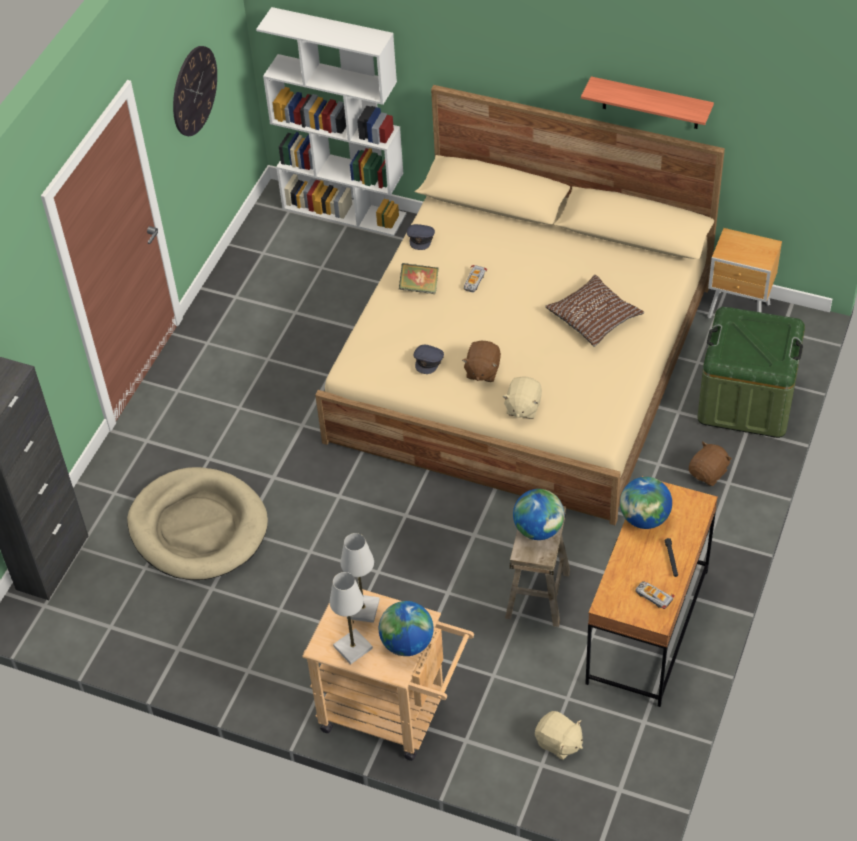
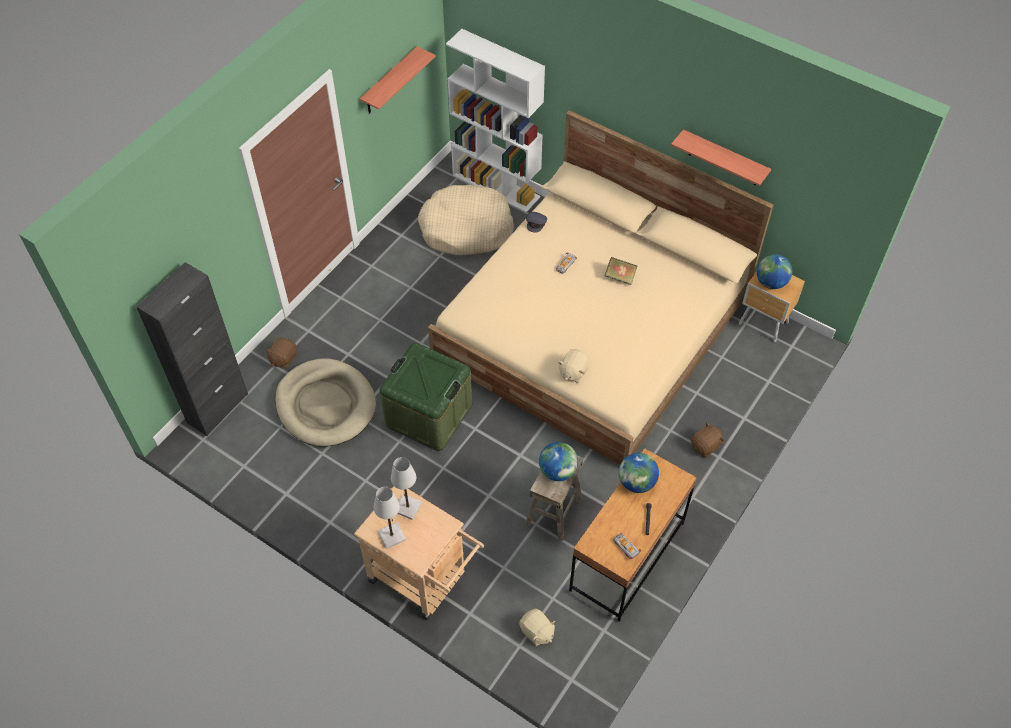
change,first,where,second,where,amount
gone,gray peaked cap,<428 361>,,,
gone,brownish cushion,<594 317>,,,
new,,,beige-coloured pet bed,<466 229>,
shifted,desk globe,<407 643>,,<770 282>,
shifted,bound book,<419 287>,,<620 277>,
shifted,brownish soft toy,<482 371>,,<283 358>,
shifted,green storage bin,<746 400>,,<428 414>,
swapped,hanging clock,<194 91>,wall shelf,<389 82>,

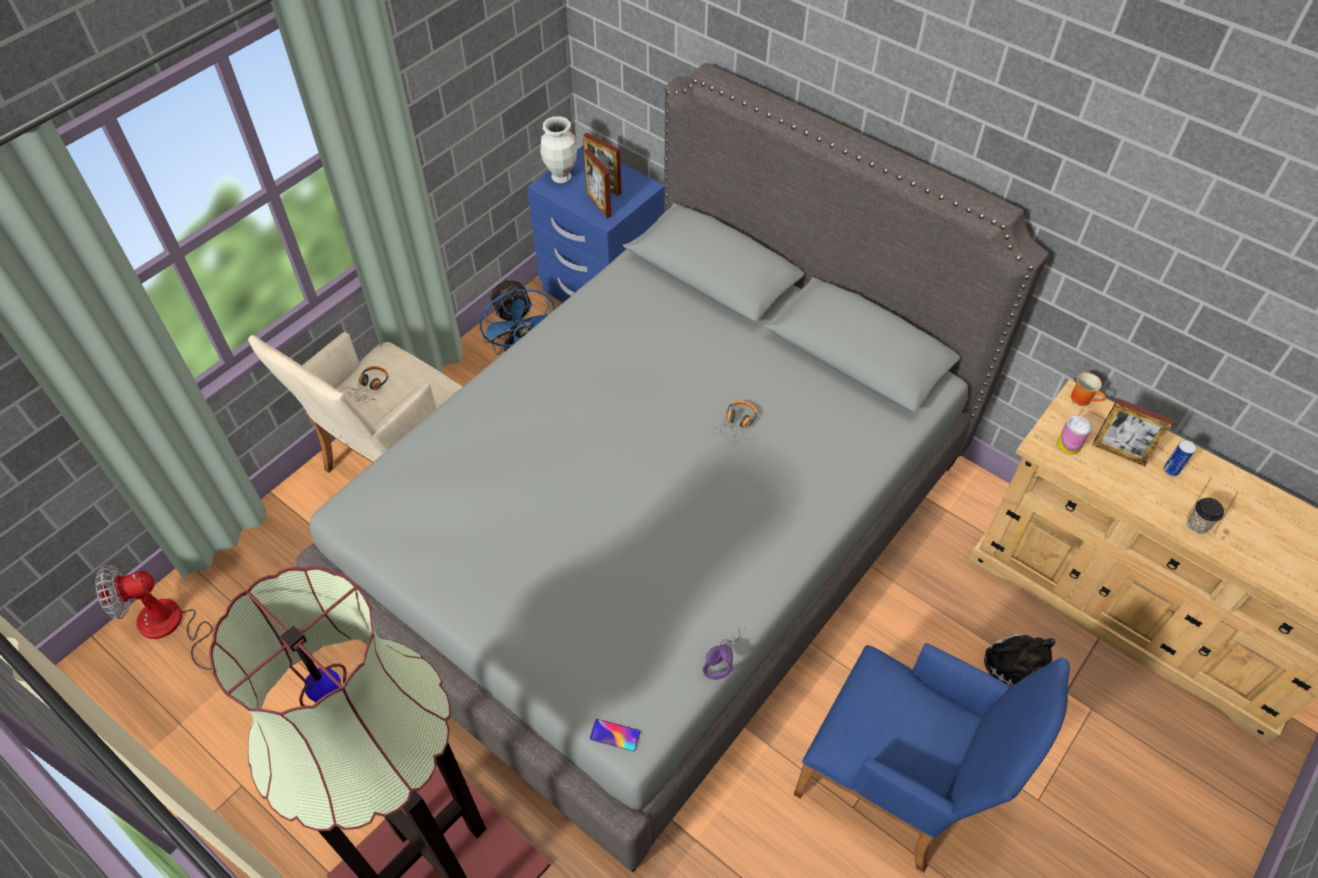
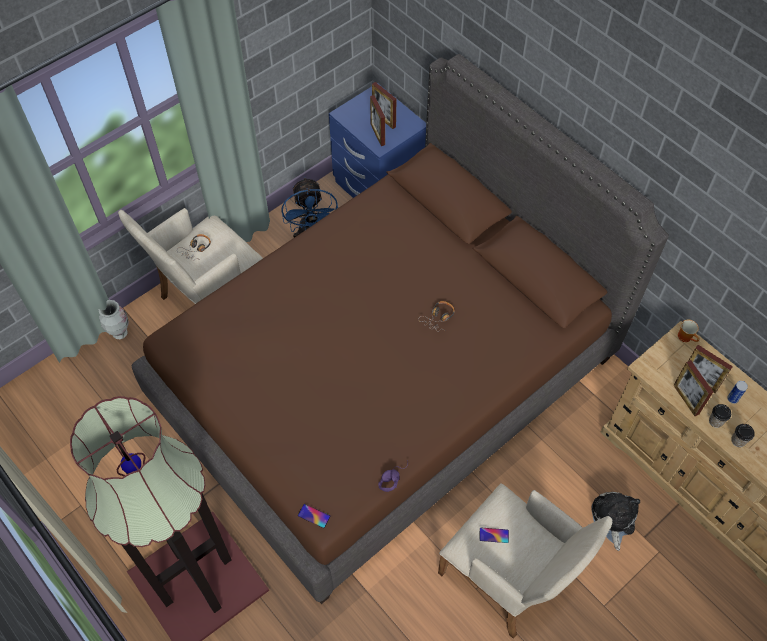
change,first,where,second,where,amount
gone,fan,<171 628>,,,
gone,sealed can,<1068 444>,,,
new,,,phone,<494 535>,
new,,,picture frame,<686 399>,
new,,,cup,<715 421>,
shifted,flower vase,<561 177>,,<120 333>,
repainted,gray bedroom bed,<659 534>,brownish bedroom bed,<384 380>,
repainted,bluish lounge chair,<896 784>,beige-coloured lounge chair,<509 579>,

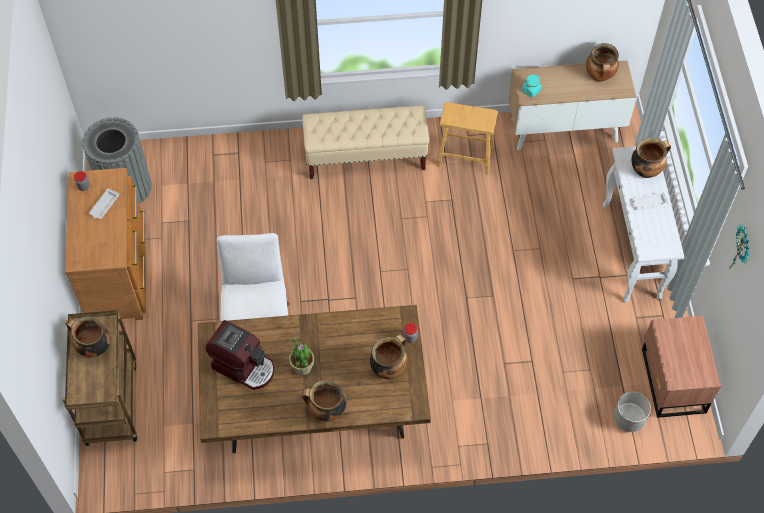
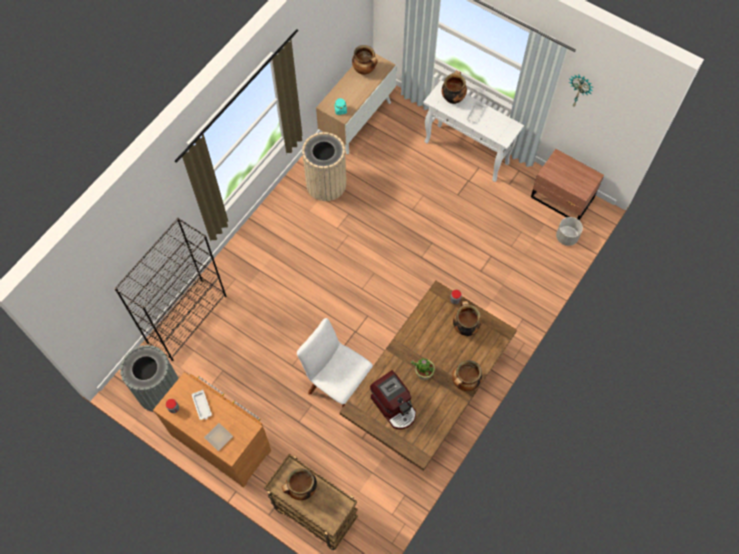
change,first,where,second,where,amount
gone,beige-coloured indoor bench,<366 157>,,,
new,,,blackish shelving unit,<187 318>,
new,,,dinner plate,<218 438>,
swapped,brownish stool,<465 156>,beige-coloured rubbish bin,<326 184>,
rotated,coffee machine,<244 366>,,<394 406>,75 degrees clockwise

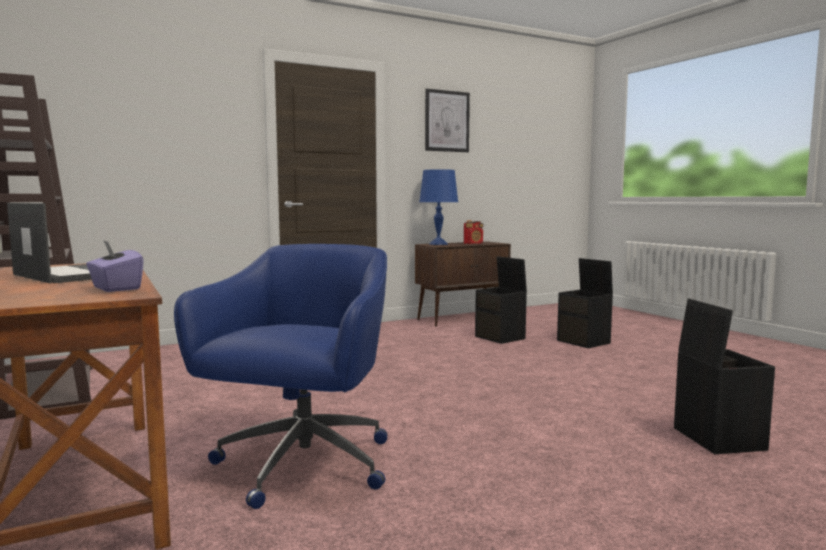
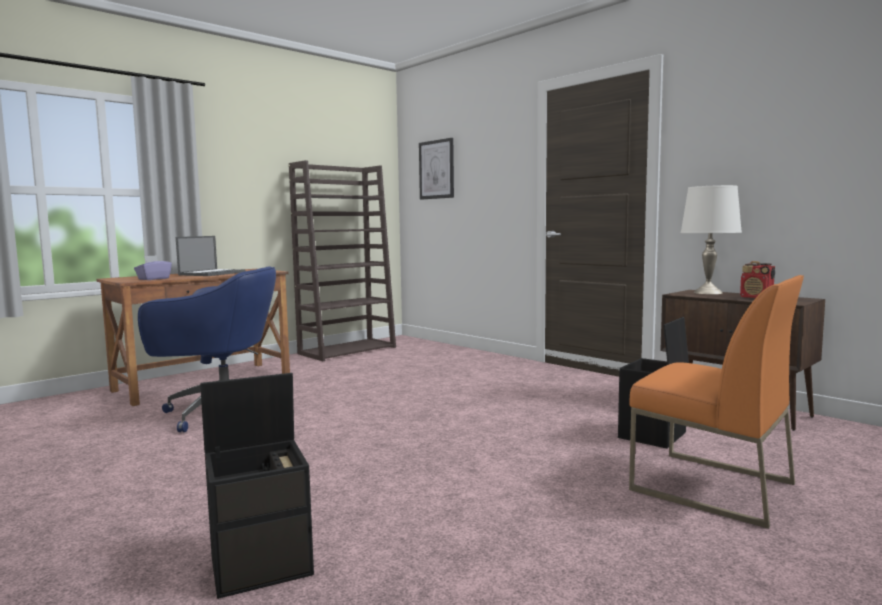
change,first,where,second,where,amount
shifted,picture,<447 121>,,<436 169>,
swapped,blackish storage bin,<584 342>,orange upright chair,<710 487>,
repainted,bluish table lamp,<438 244>,whitish table lamp,<707 292>,

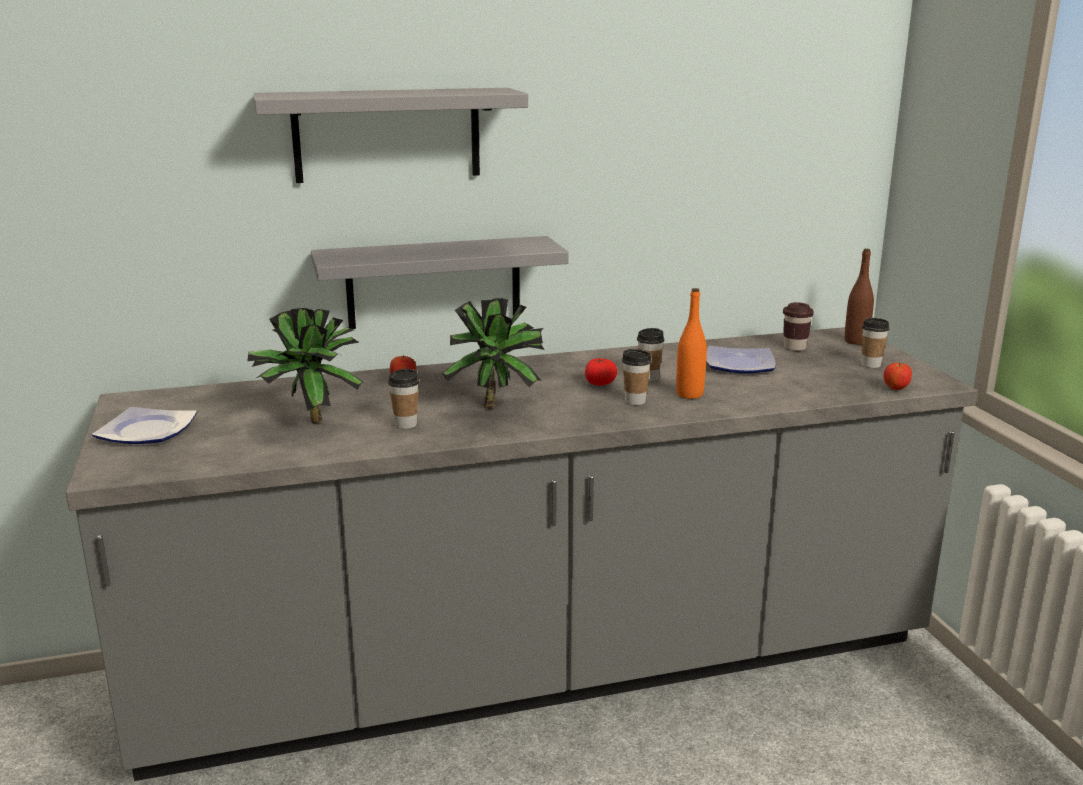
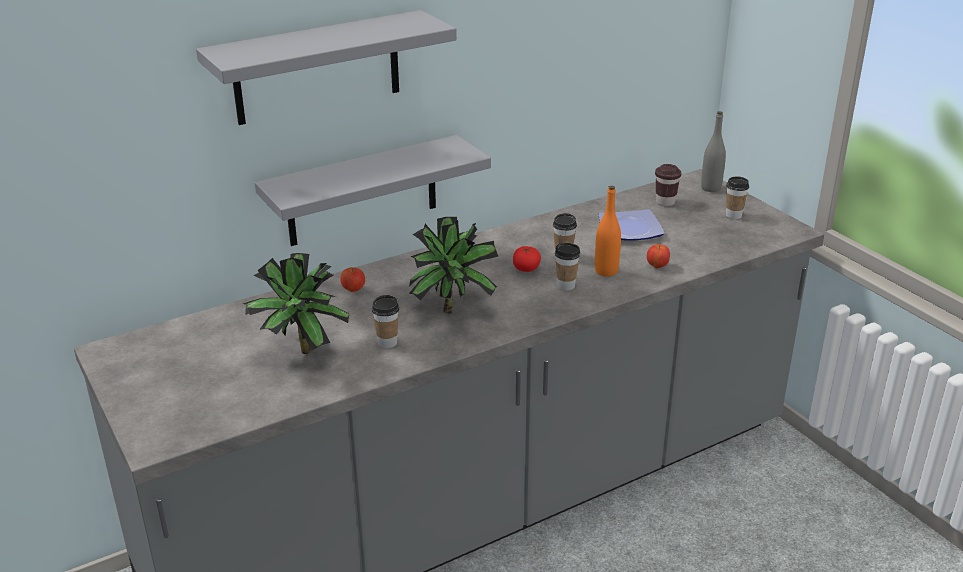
change,first,where,second,where,amount
gone,dinner plate,<147 432>,,,
shifted,apple,<896 389>,,<657 266>,
repainted,brownish drink bottle,<856 341>,gray drink bottle,<711 188>,

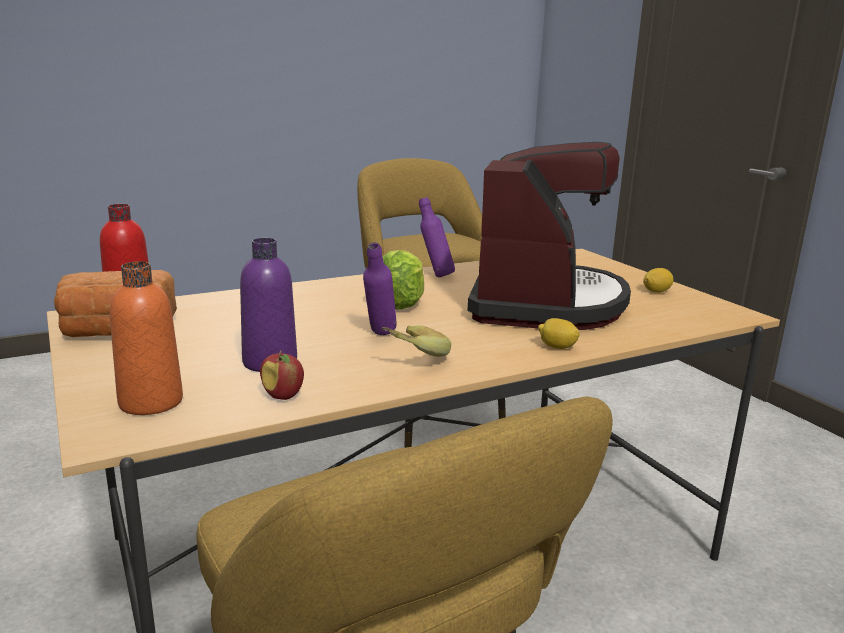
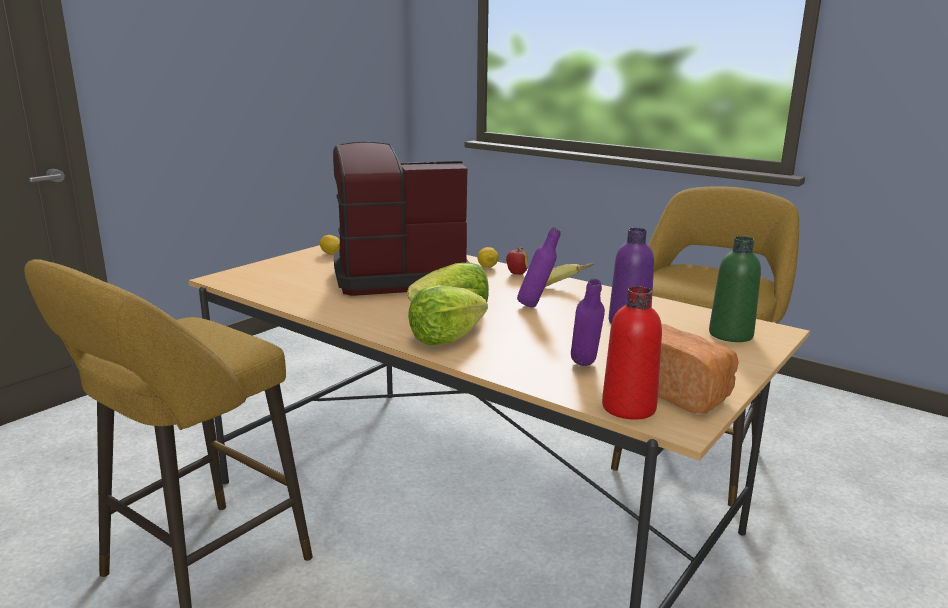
change,first,where,second,where,amount
new,,,lettuce,<445 338>,
shifted,apple,<283 396>,,<516 274>,
shifted,purple drink bottle,<435 276>,,<585 367>,
repainted,orange drink bottle,<151 402>,green drink bottle,<730 335>,

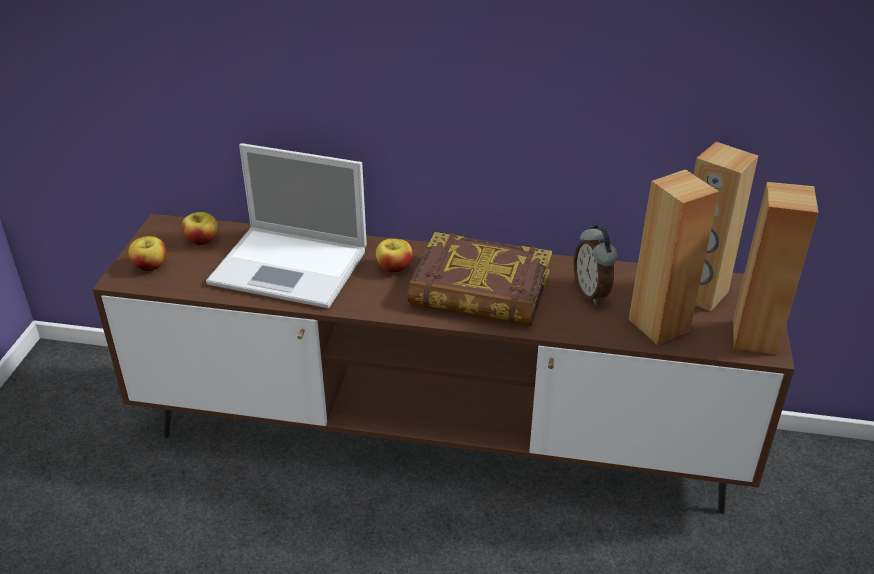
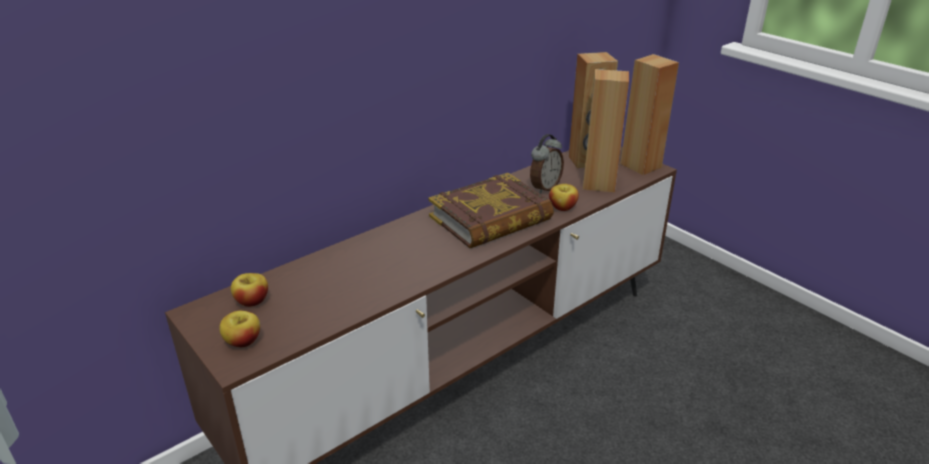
change,first,where,second,where,amount
gone,notebook computer,<292 267>,,,
shifted,apple,<394 267>,,<562 207>,
rotated,bedside clock,<592 293>,,<544 187>,75 degrees counterclockwise

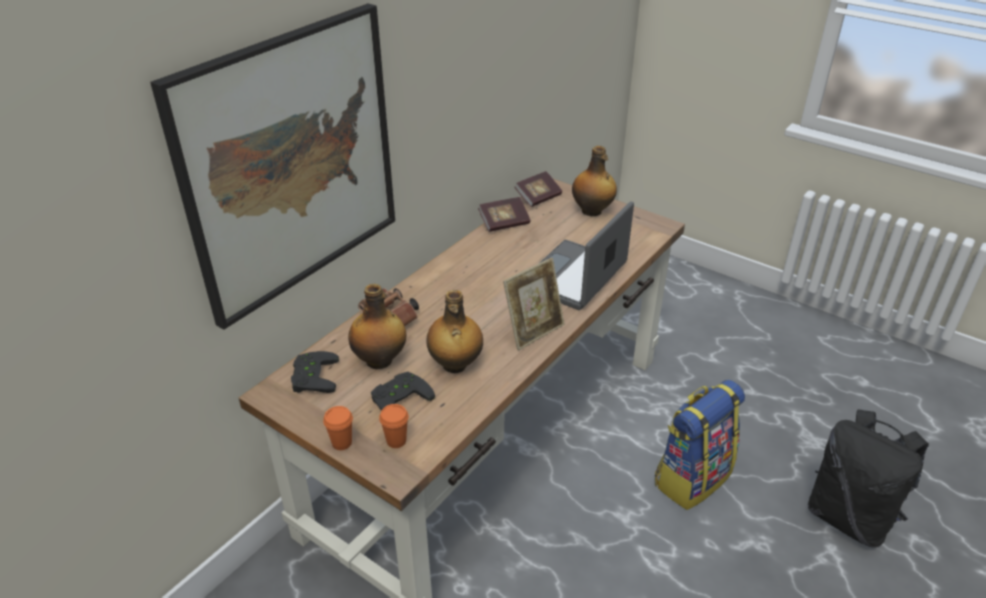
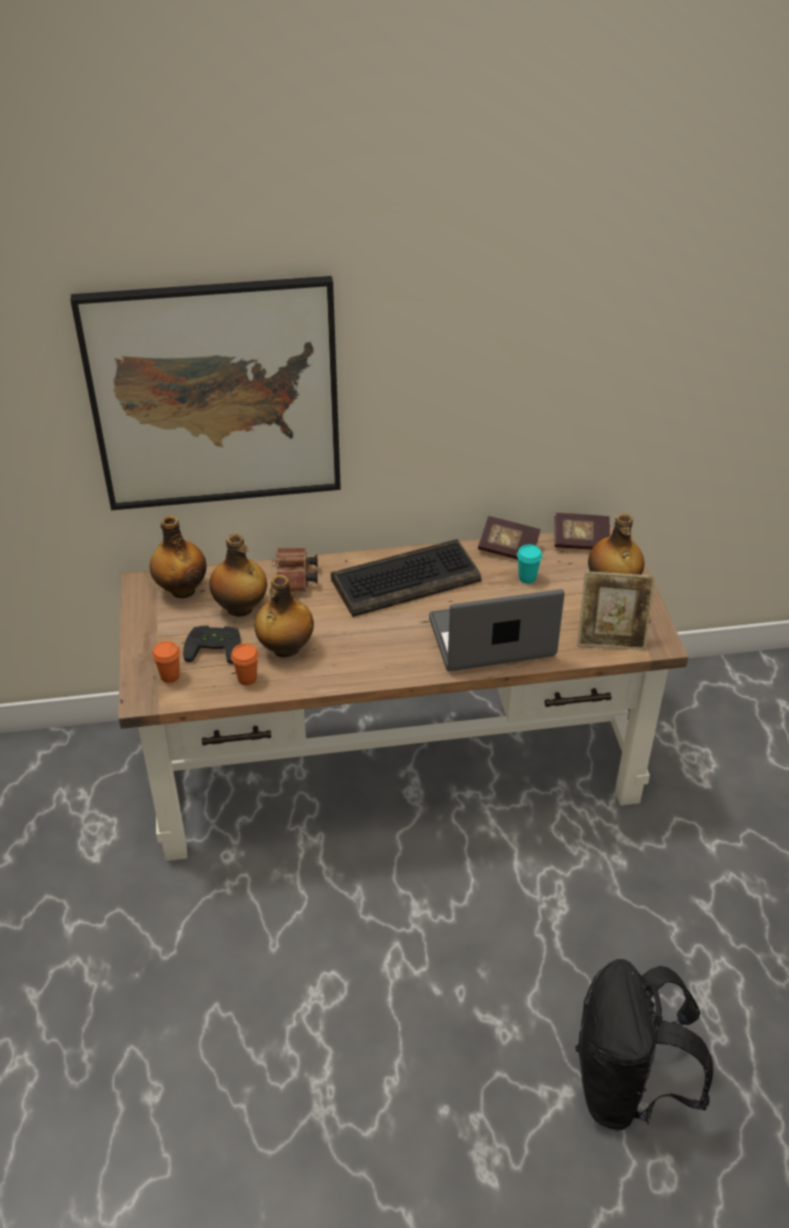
change,first,where,second,where,amount
gone,knapsack,<692 477>,,,
new,,,keyboard,<406 579>,
new,,,blue-green cup,<527 578>,
shifted,orange cup,<342 443>,,<247 678>,
shifted,picture frame,<534 331>,,<611 639>,
swapped,blackish game controller,<311 376>,drink bottle,<182 589>,

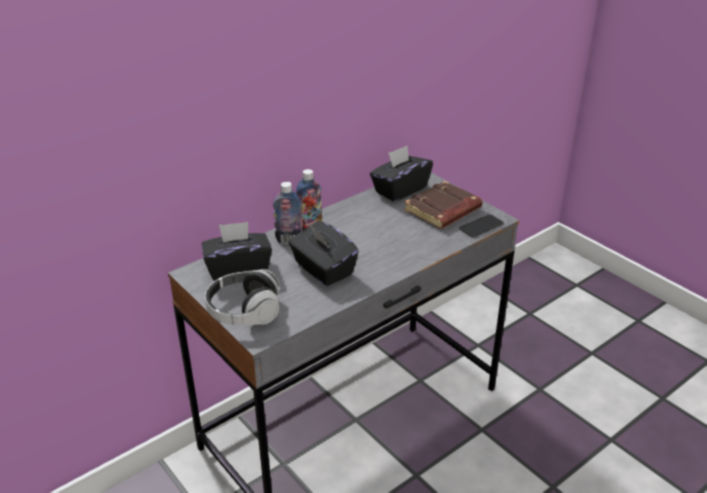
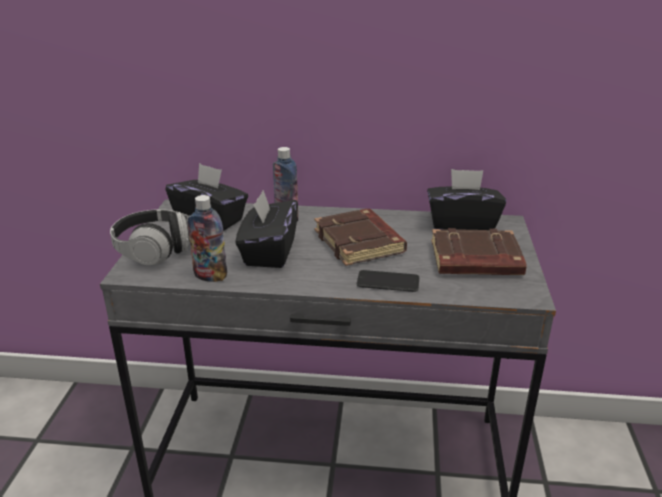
change,first,where,second,where,amount
new,,,brownish bound book,<360 243>,
shifted,drink bottle,<309 227>,,<210 276>,
shifted,phone,<481 226>,,<388 282>,

